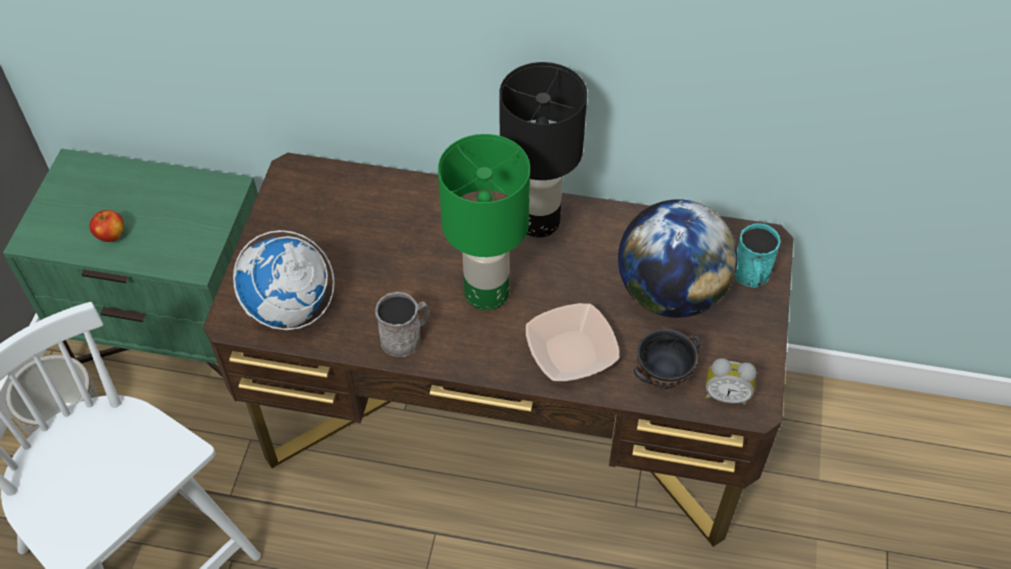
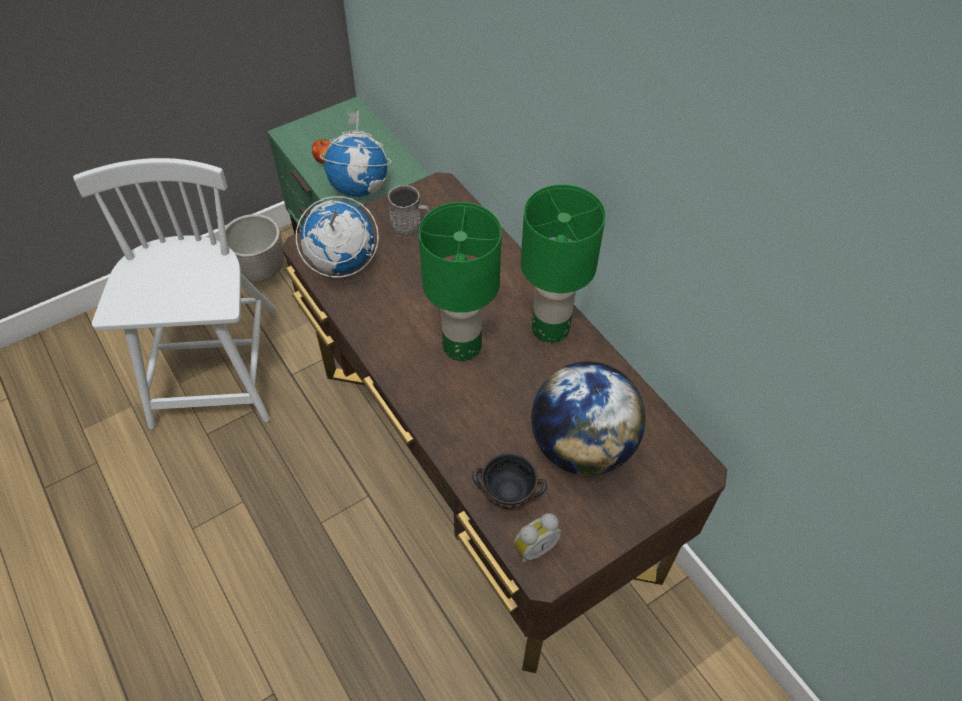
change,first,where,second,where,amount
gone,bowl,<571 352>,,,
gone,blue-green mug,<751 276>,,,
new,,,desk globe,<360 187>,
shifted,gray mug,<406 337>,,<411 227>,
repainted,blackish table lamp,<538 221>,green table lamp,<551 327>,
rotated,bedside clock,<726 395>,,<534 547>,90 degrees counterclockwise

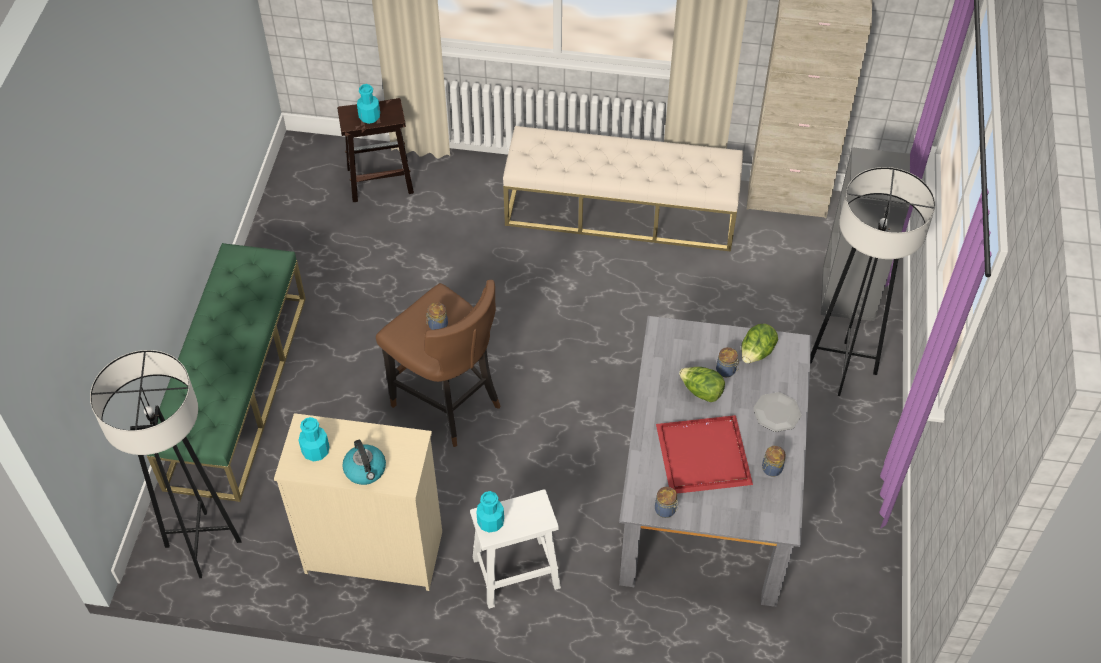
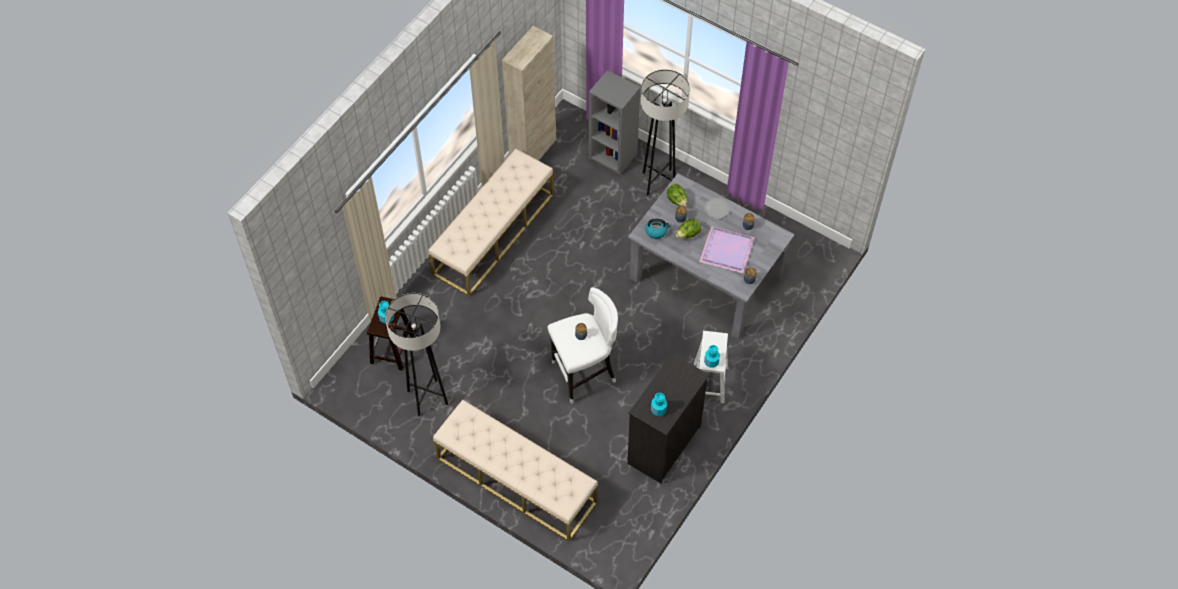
change,first,where,second,where,amount
shifted,gray standing lamp,<203 544>,,<428 397>,
shifted,kettle,<365 470>,,<656 231>,
repainted,green indoor bench,<237 390>,beige-coloured indoor bench,<516 480>,
repainted,beige-coloured chest of drawers,<373 551>,blackish chest of drawers,<663 445>,
repainted,brownish stool,<448 404>,whitish stool,<584 374>,
repainted,red serving tray,<704 454>,purple serving tray,<726 249>,

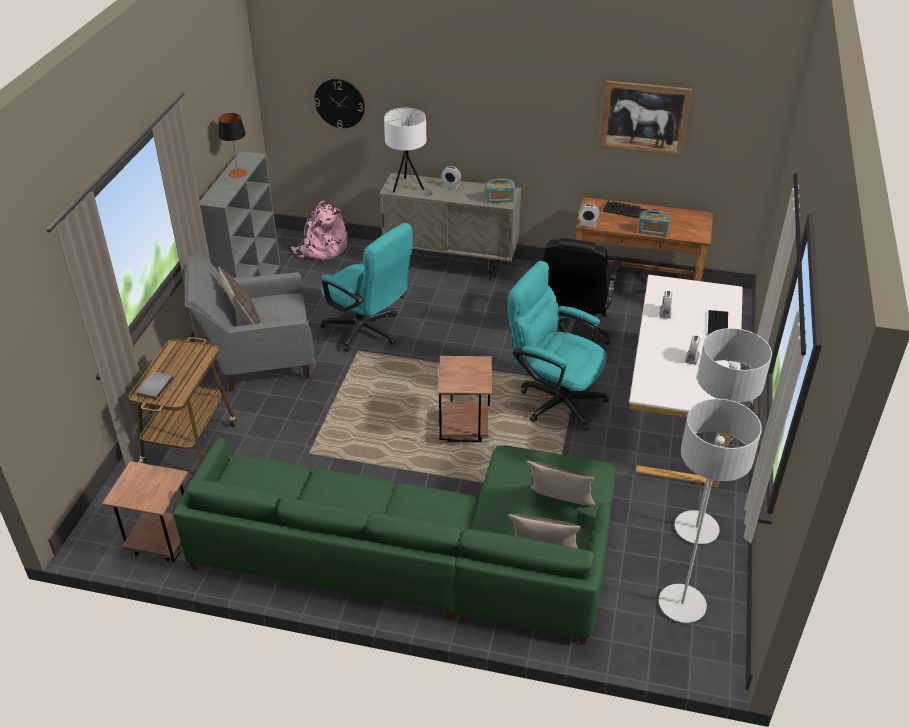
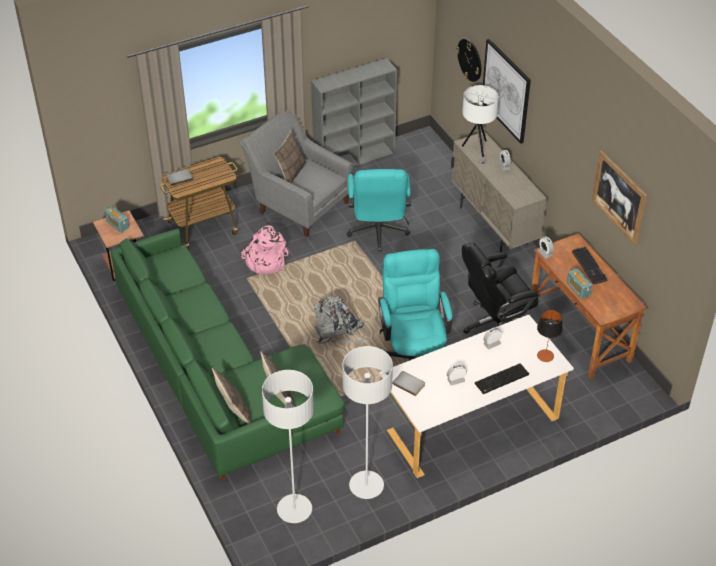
change,first,where,second,where,amount
new,,,gray bound book,<409 383>,
new,,,picture,<506 91>,
shifted,table lamp,<237 173>,,<545 356>,
shifted,pinkish knapsack,<322 249>,,<265 261>,
shifted,radio,<499 199>,,<117 224>,
swapped,brownish side table,<466 430>,gray knapsack,<338 331>,

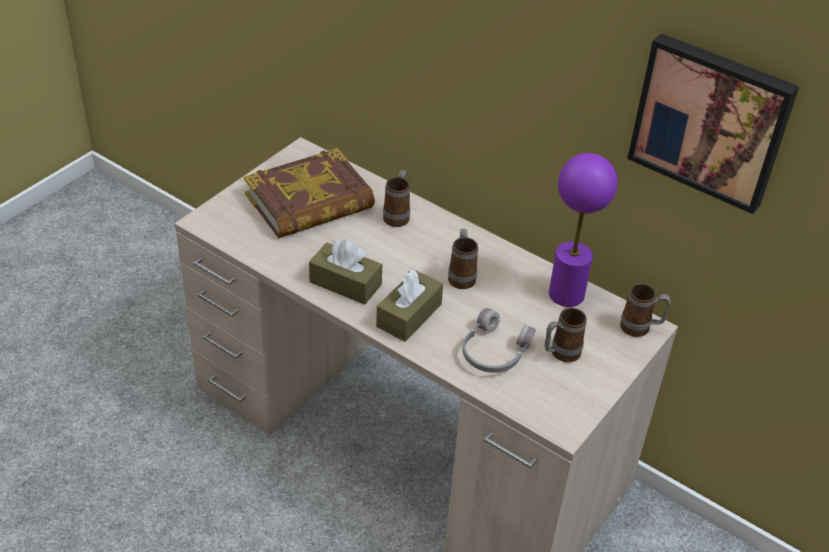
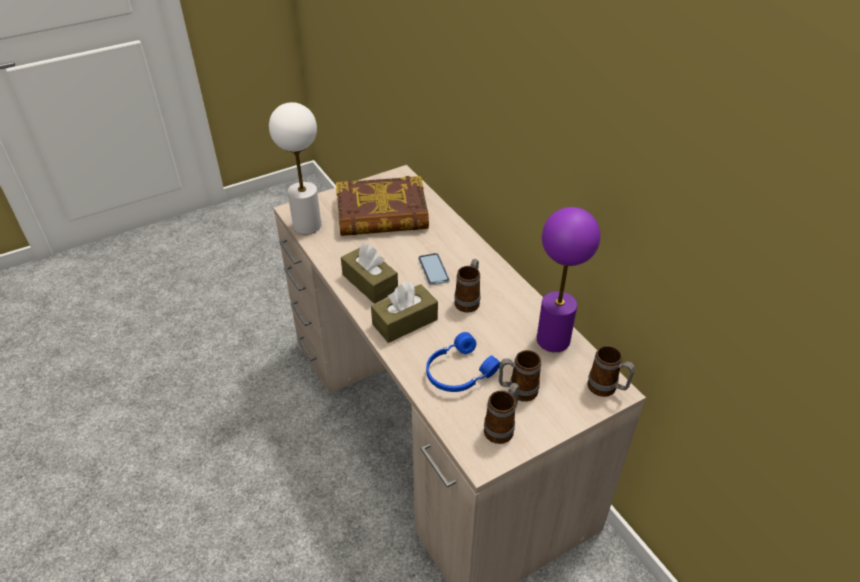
change,first,where,second,where,amount
gone,picture,<711 120>,,,
new,,,whitish table lamp,<307 226>,
new,,,phone,<433 270>,
shifted,mug,<398 215>,,<502 428>,
repainted,gray headset,<493 351>,bluish headset,<458 372>,

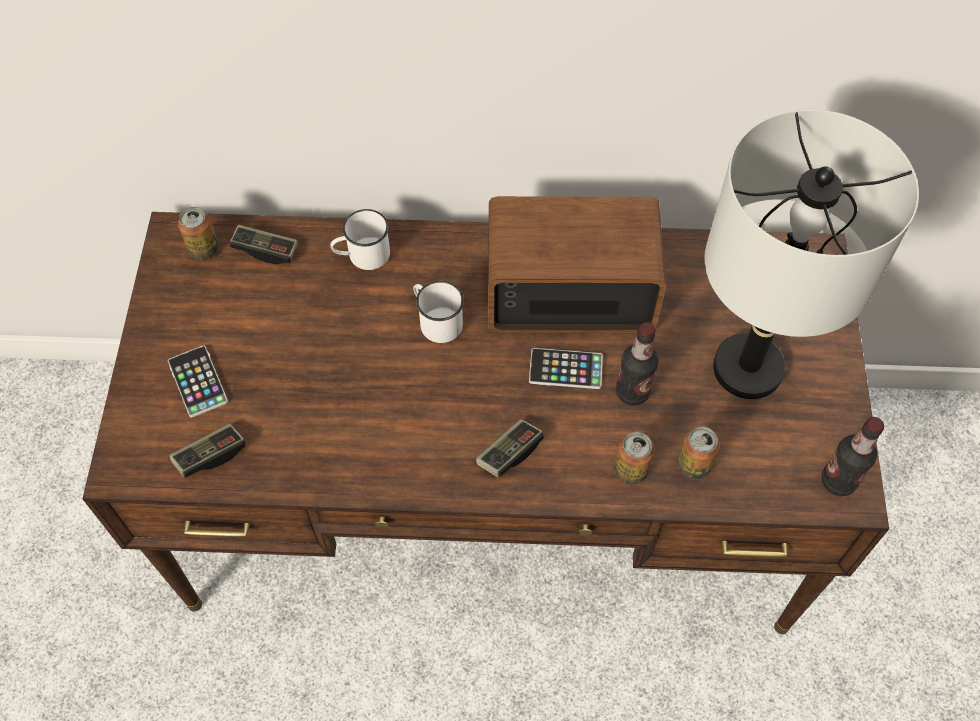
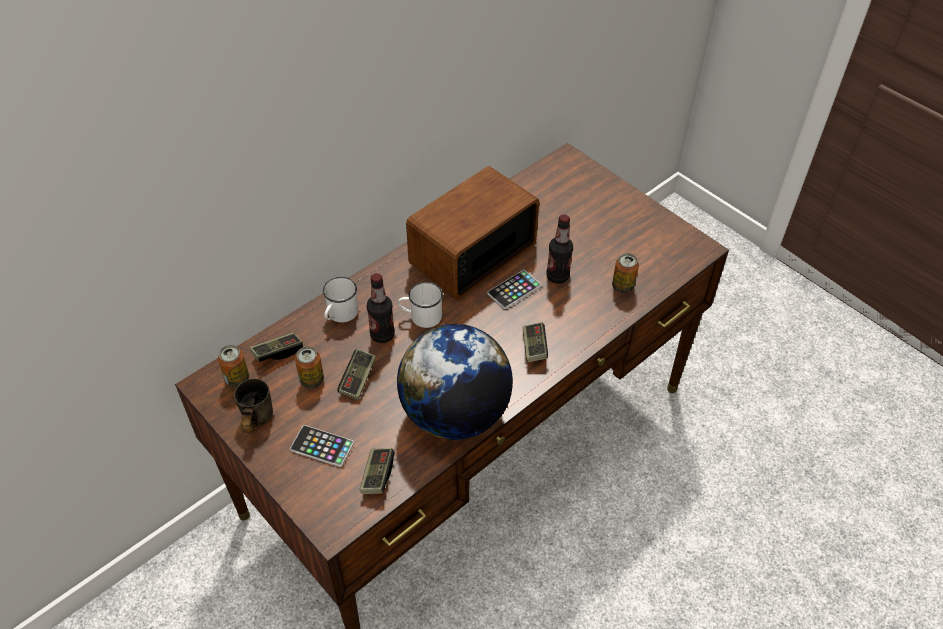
change,first,where,second,where,amount
gone,gray table lamp,<747 368>,,,
new,,,gray mug,<253 421>,
new,,,game controller,<358 379>,
new,,,desk globe,<455 414>,
shifted,sealed can,<630 470>,,<312 380>,
shifted,drink bottle,<838 481>,,<382 335>,

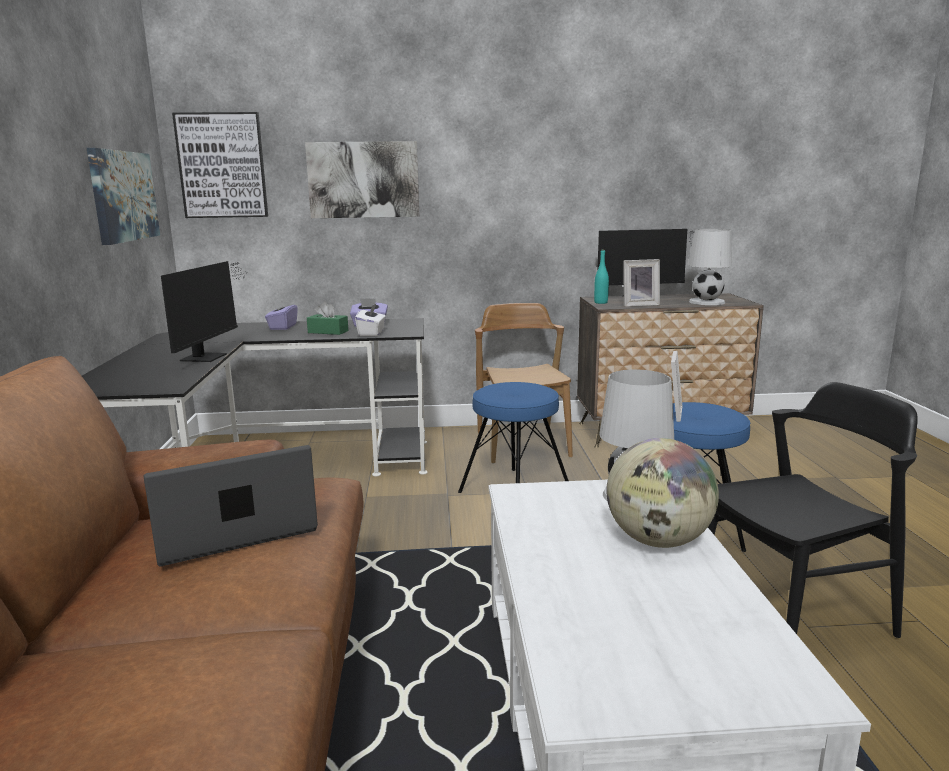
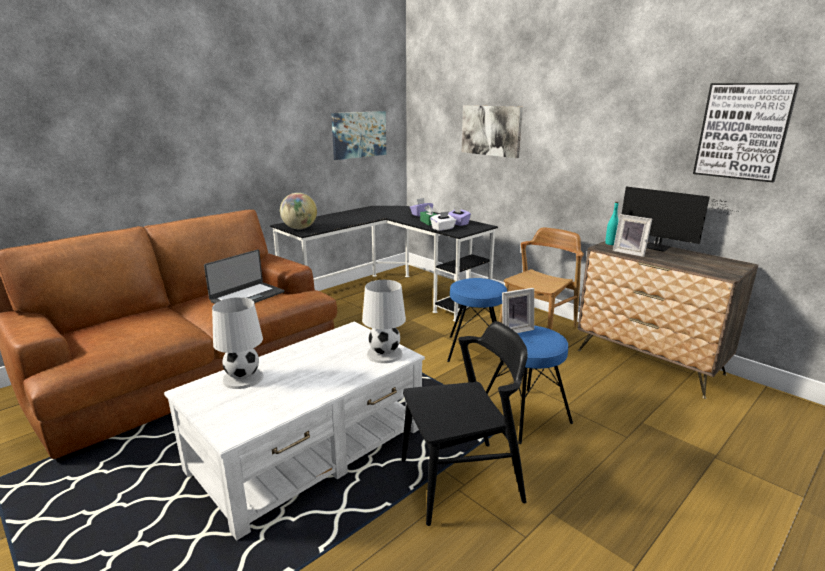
change,first,where,second,where,amount
gone,computer screen,<208 356>,,,
shifted,picture,<222 166>,,<743 131>,
shifted,desk globe,<658 541>,,<299 228>,
shifted,whitish table lamp,<706 302>,,<243 378>,
rotated,notebook computer,<235 532>,,<247 296>,105 degrees clockwise
rotated,blackish upright chair,<792 617>,,<461 481>,45 degrees counterclockwise

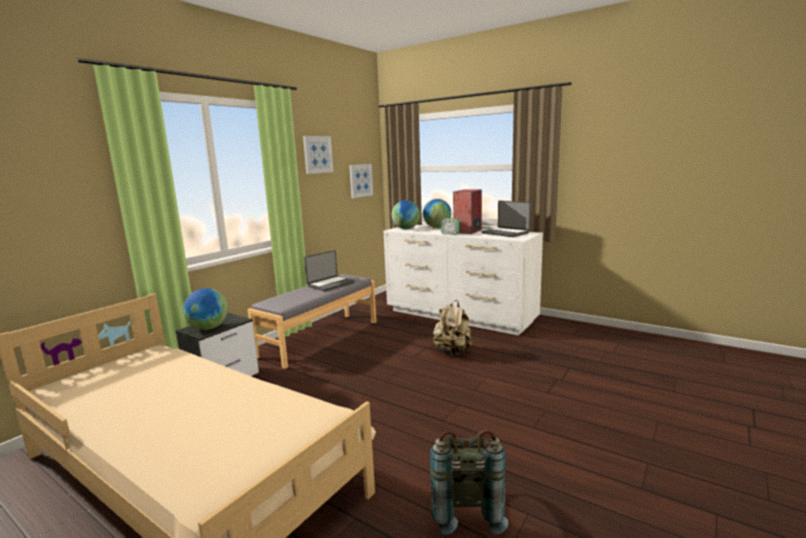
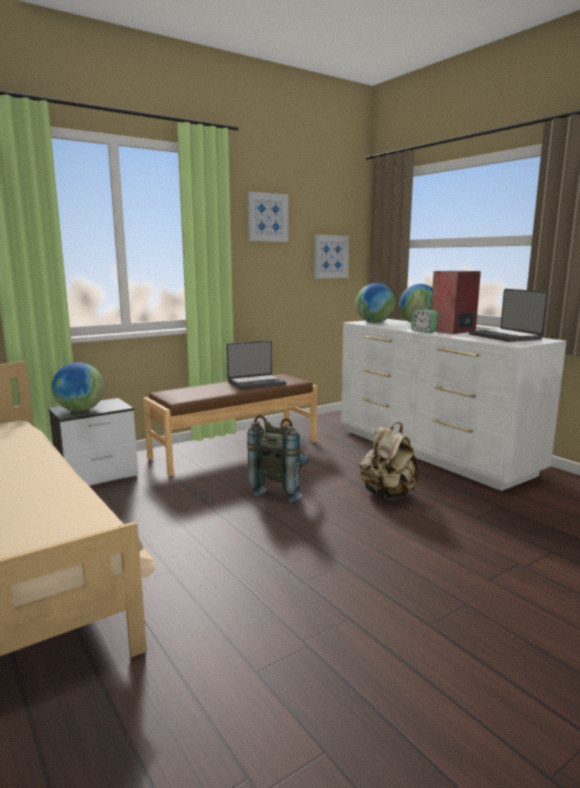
change,first,where,second,where,amount
shifted,gray knapsack,<465 509>,,<281 490>,
repainted,gray indoor bench,<319 338>,brownish indoor bench,<234 449>,

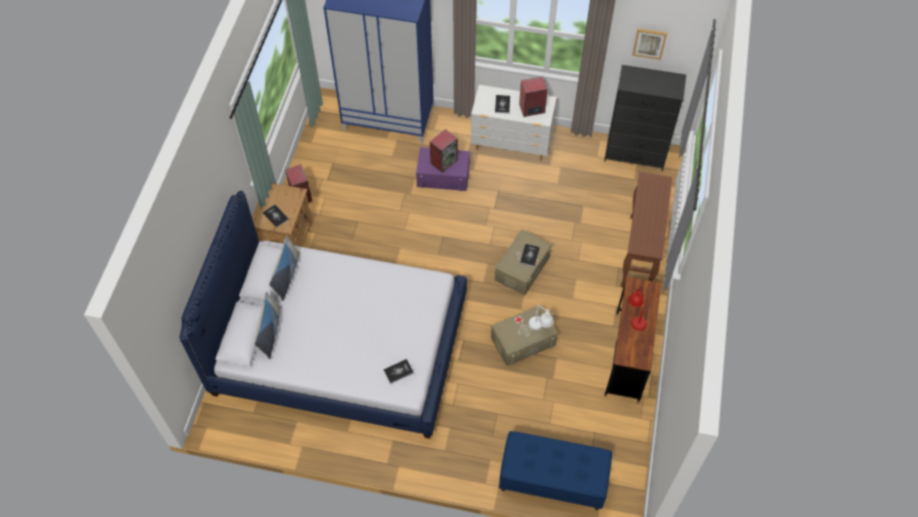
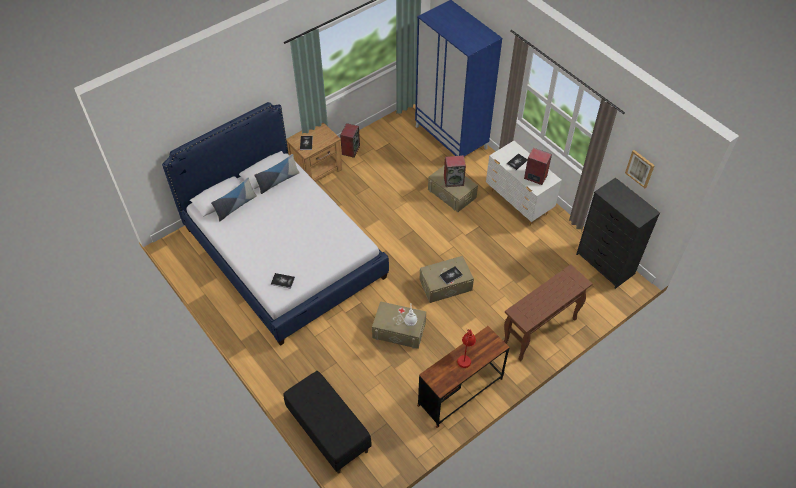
change,first,where,second,where,amount
repainted,purple storage bin,<443 176>,beige-coloured storage bin,<452 193>,
repainted,bluish indoor bench,<552 480>,blackish indoor bench,<328 431>,

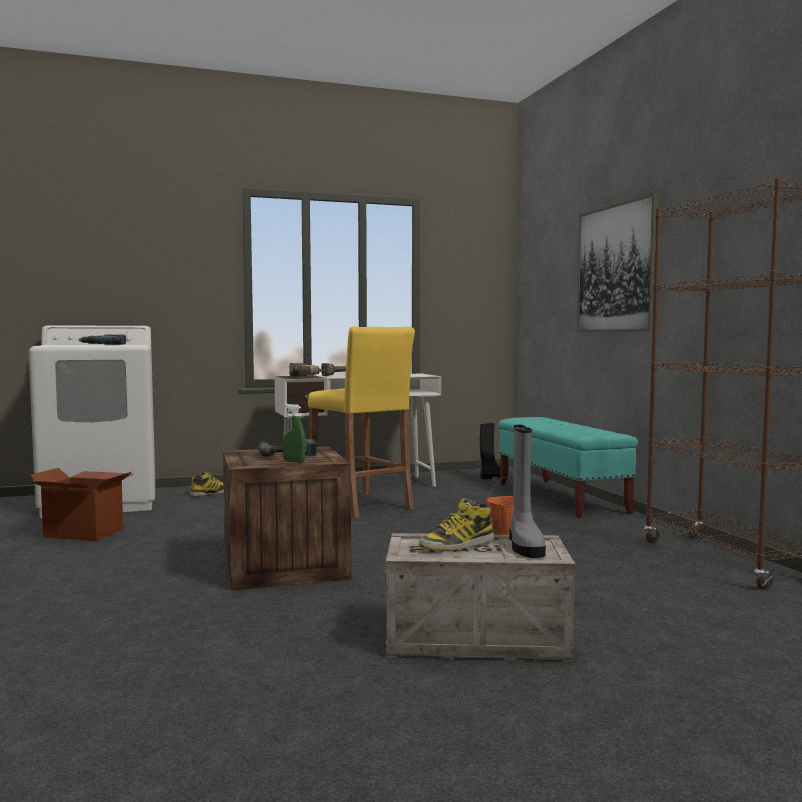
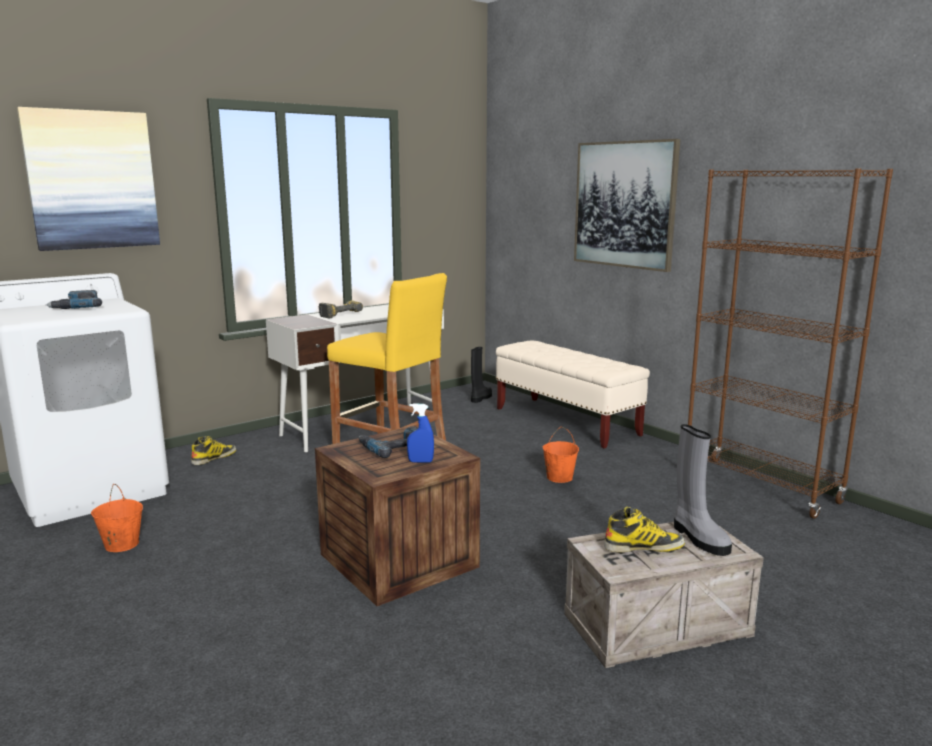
change,first,where,second,where,amount
gone,electric drill,<308 377>,,,
new,,,picture,<92 180>,
swapped,cardboard box,<84 533>,orange bucket,<121 545>,
repainted,green sprayer,<294 461>,bluish sprayer,<420 461>,
repainted,blue-green indoor bench,<561 498>,beige-coloured indoor bench,<566 422>,
rotated,high-top boot,<457 544>,,<643 546>,135 degrees counterclockwise

